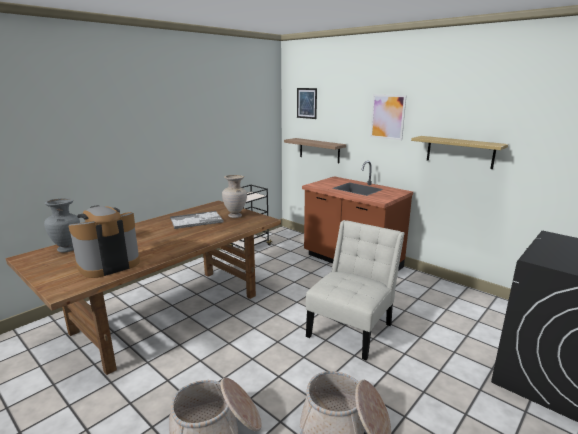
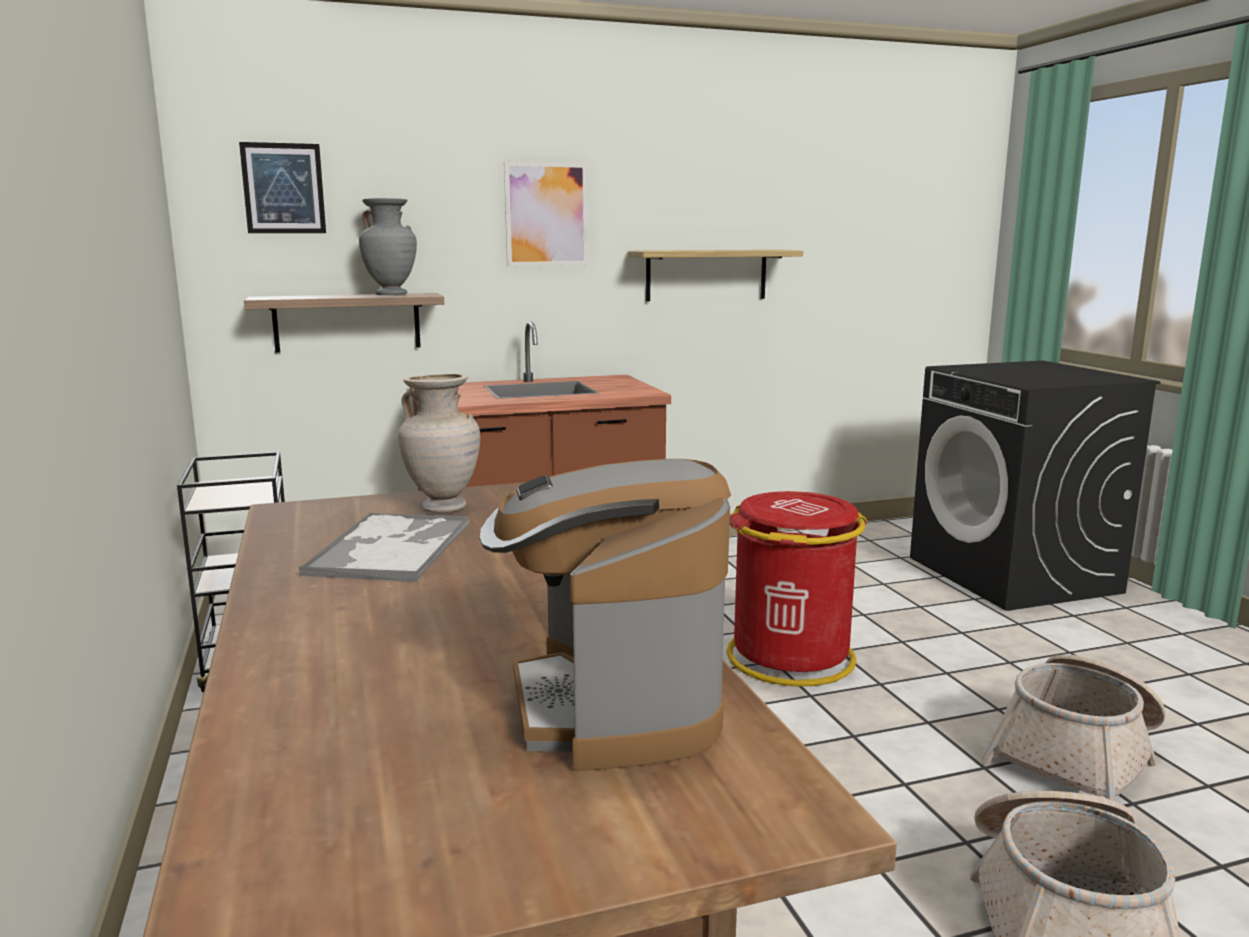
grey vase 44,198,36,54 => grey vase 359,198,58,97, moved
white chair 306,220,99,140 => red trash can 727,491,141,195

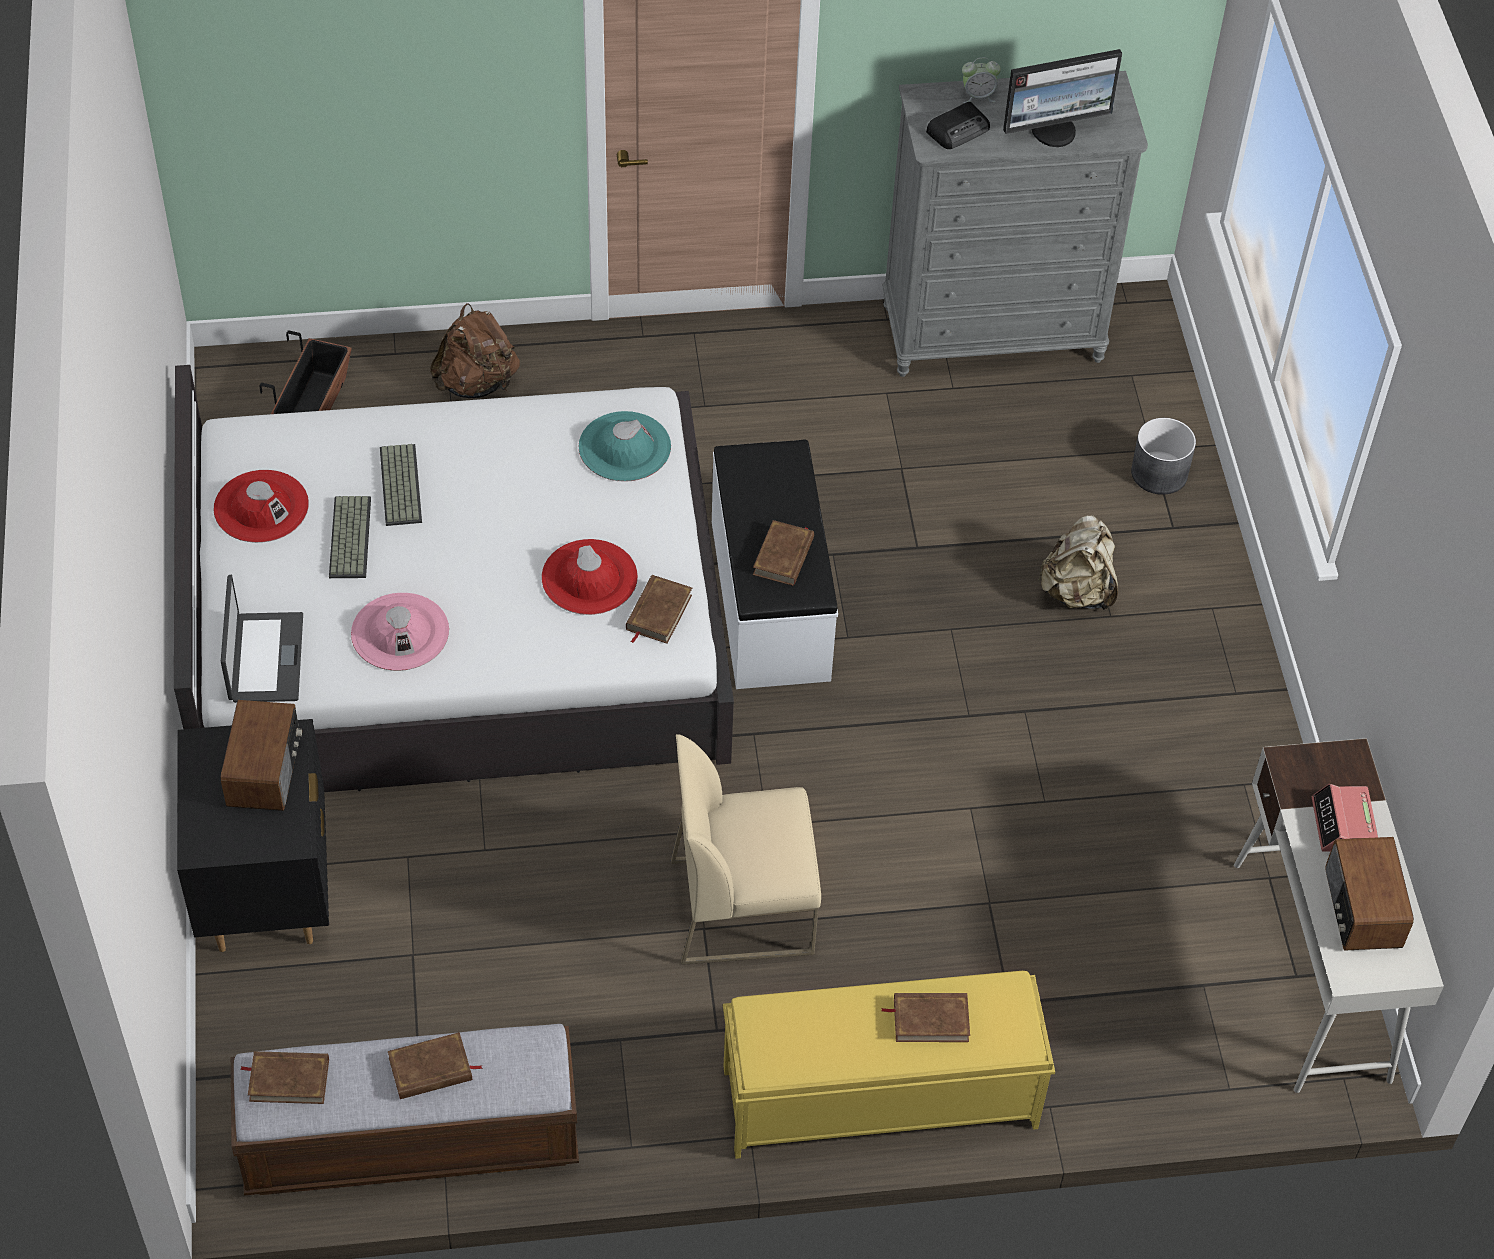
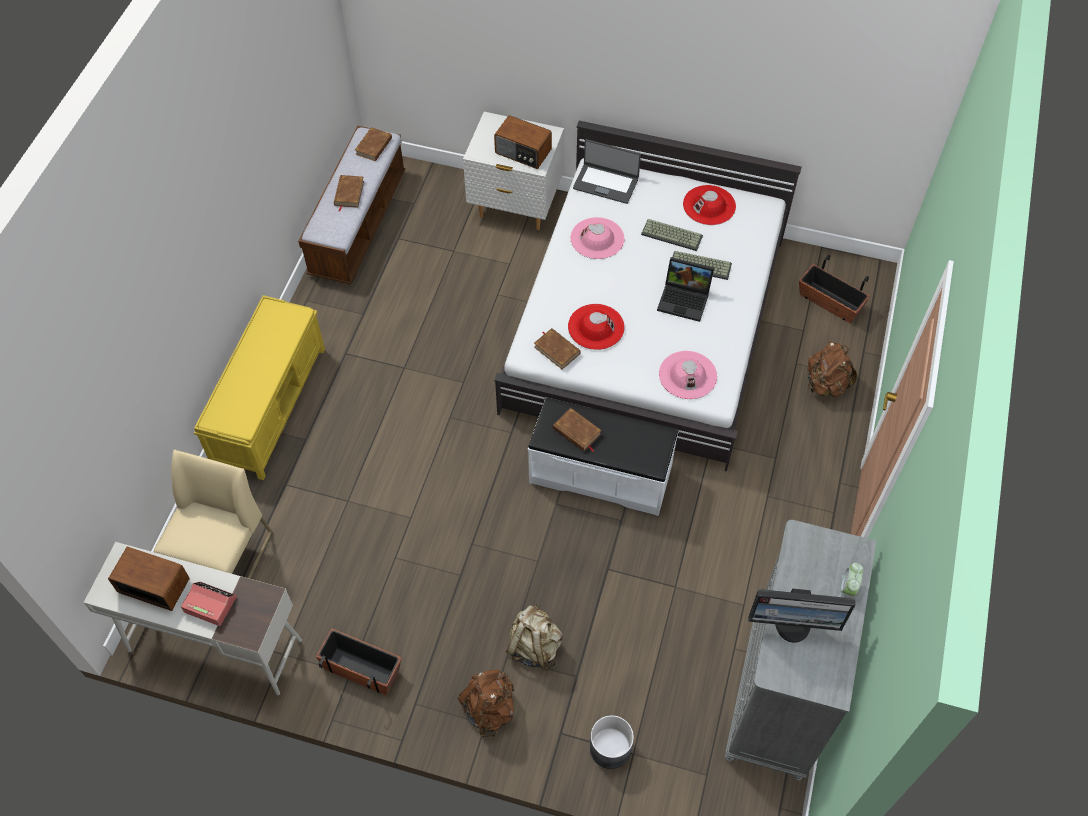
monitor 1003,49,119,98 => monitor 748,588,107,55, 90 degrees counterclockwise
radio 926,102,64,47 => nothing
turquoise hat 579,411,92,71 => pink hat 659,351,58,48
black nightstand 177,719,152,233 => white nightstand 463,112,101,118
beige chair 671,734,150,231 => beige chair 154,449,119,130, moved
brown book 881,993,89,49 => nothing
nothing => laptop 657,257,57,65
nothing => planter 316,628,86,68
nothing => brown backpack 458,669,56,69

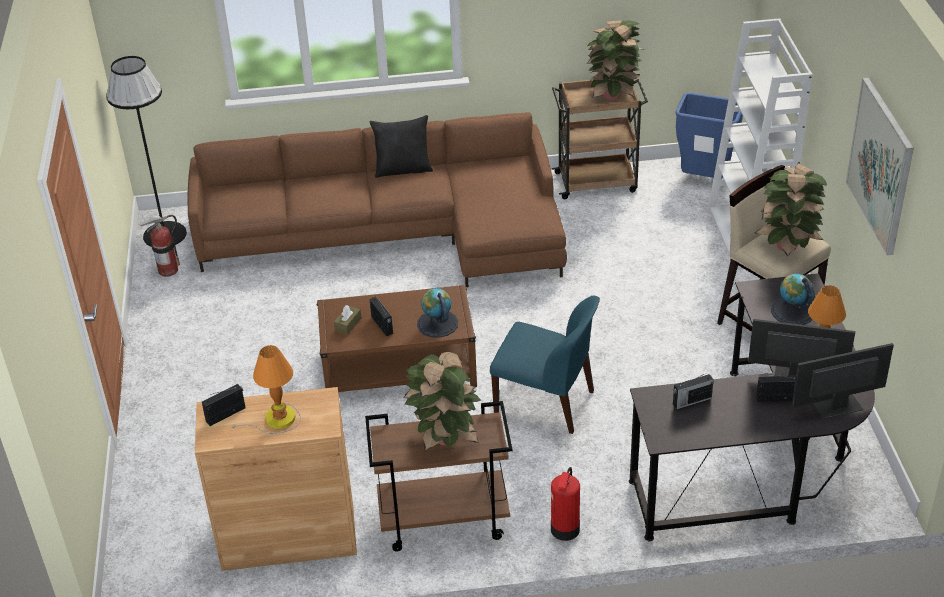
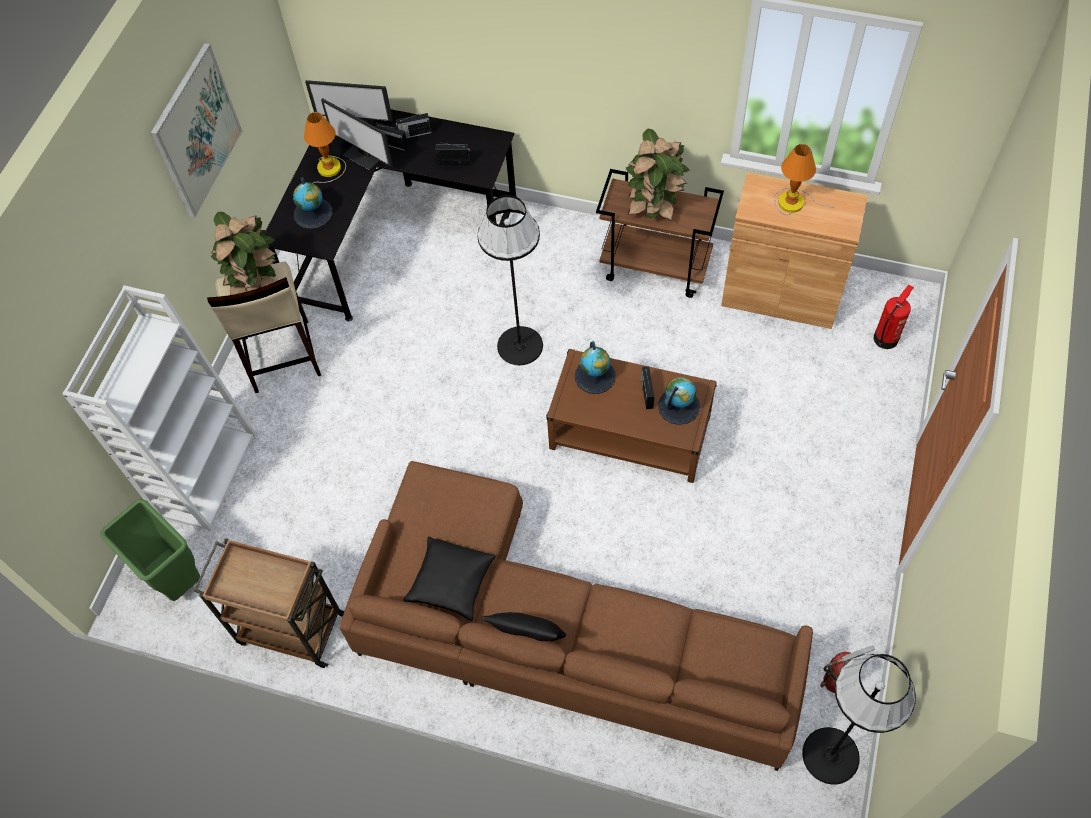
potted plant 586,20,59,80 => nothing
blue trash can 675,92,68,87 => green trash can 100,499,100,102
blue chair 490,296,110,138 => black floor lamp 477,195,66,170
brown tissue box 334,305,27,30 => globe 658,377,42,48
radio 202,384,44,42 => radio 396,113,36,25, moved
fire extinguisher 551,467,29,74 => fire extinguisher 874,284,40,65, moved
nothing => black pillow 403,537,92,84

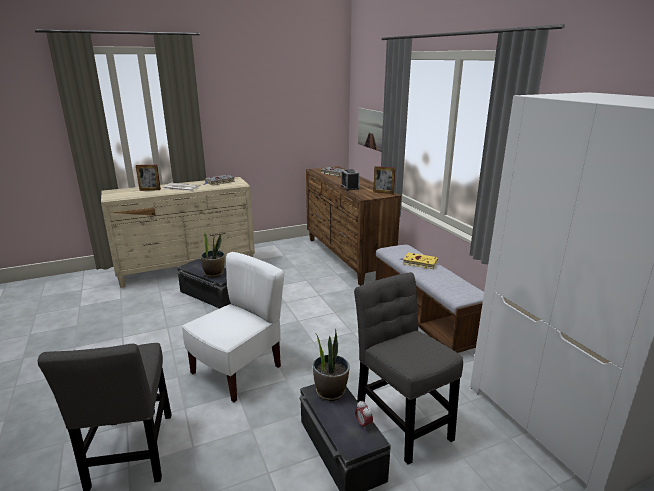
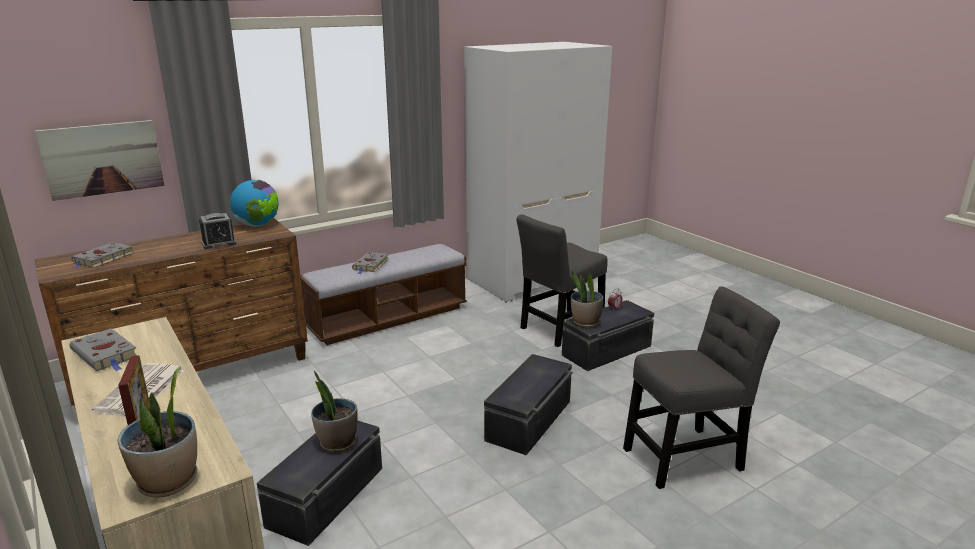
picture frame 373,166,22,28 => globe 230,180,49,47
white chair 182,252,102,150 => black storage box 484,354,88,101
yellow book 400,253,38,16 => grey book 352,252,37,22
nothing => potted plant 118,366,79,132

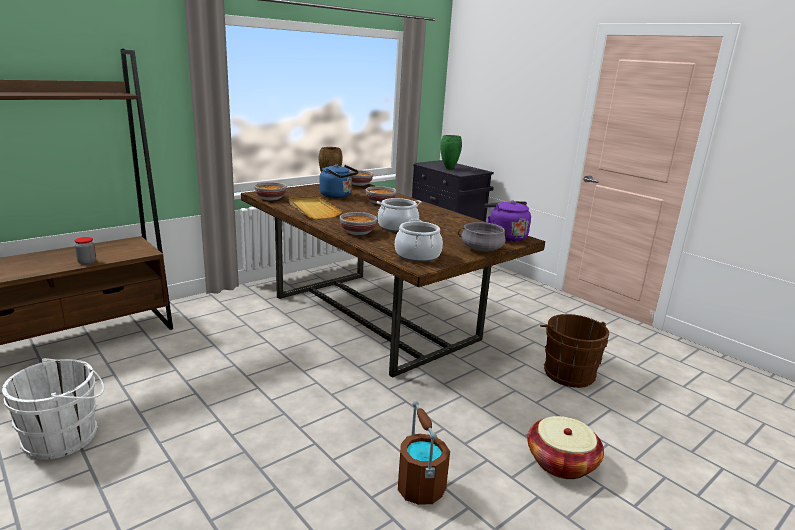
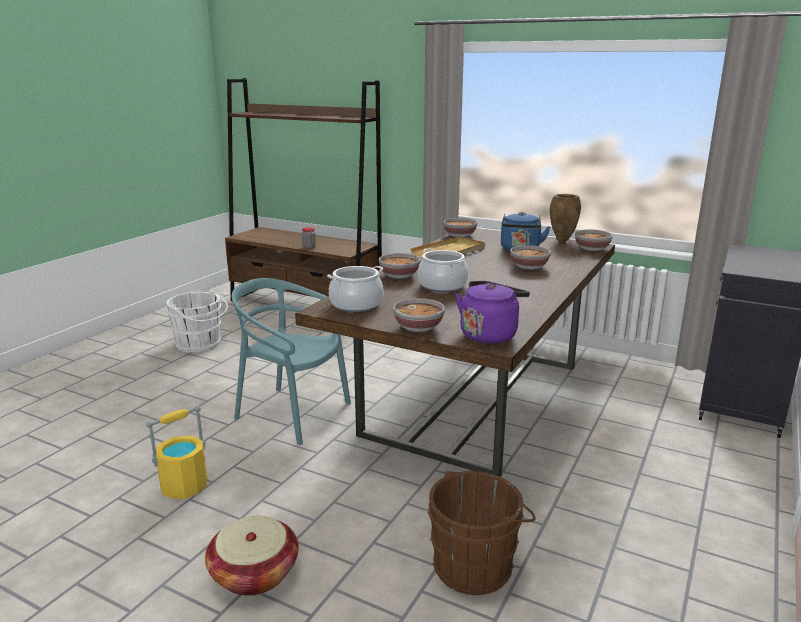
green vase 440,135,22,34 => nothing
grey cooking pot 458,222,50,29 => bowl 393,298,52,34
brown bucket 398,401,52,104 => yellow bucket 146,406,61,93
nothing => turquoise chair 232,278,119,167

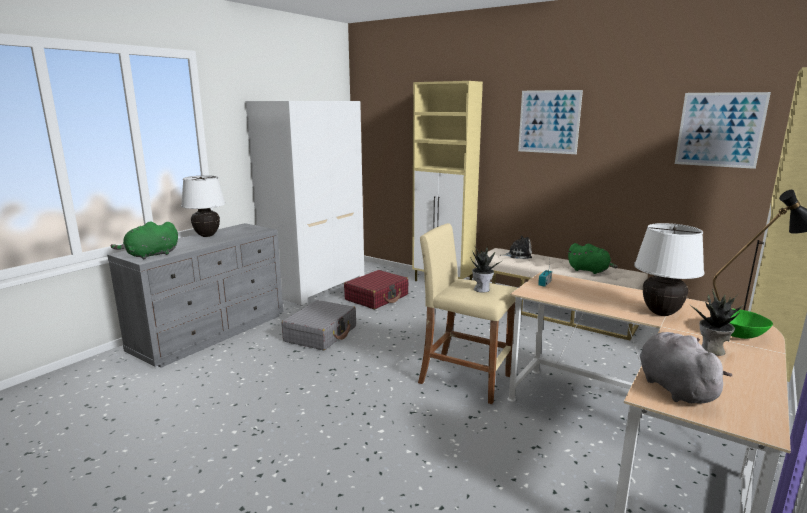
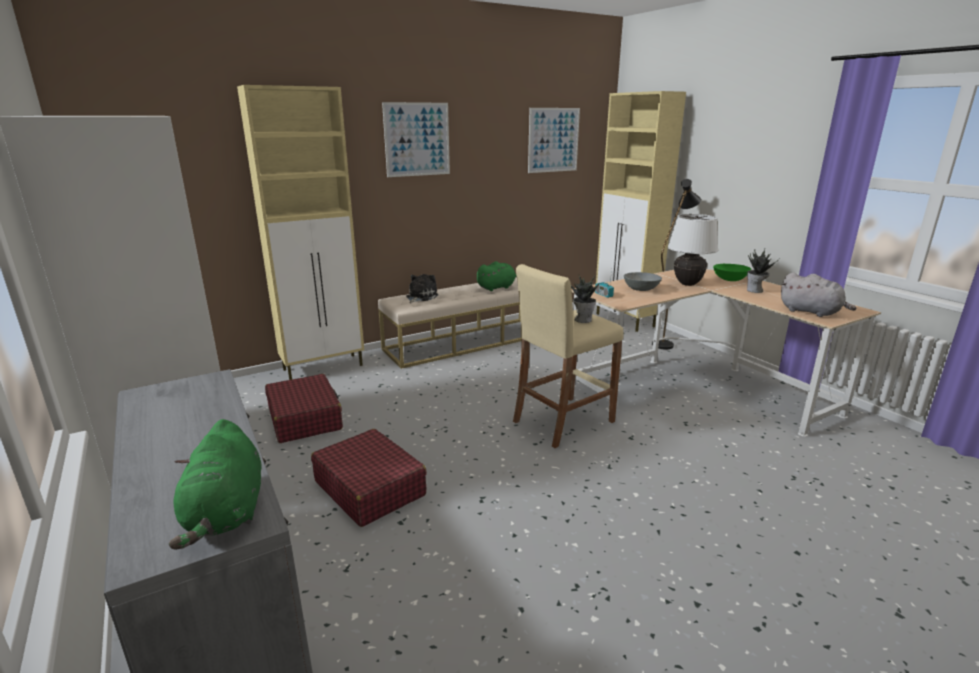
white table lamp 181,175,45,62 => nothing
grey suitcase 282,300,74,51 => red suitcase 311,429,116,98
grey plush toy 640,332,92,72 => grey plush toy 781,272,75,45, 150 degrees counterclockwise
nothing => grey bowl 624,272,38,19

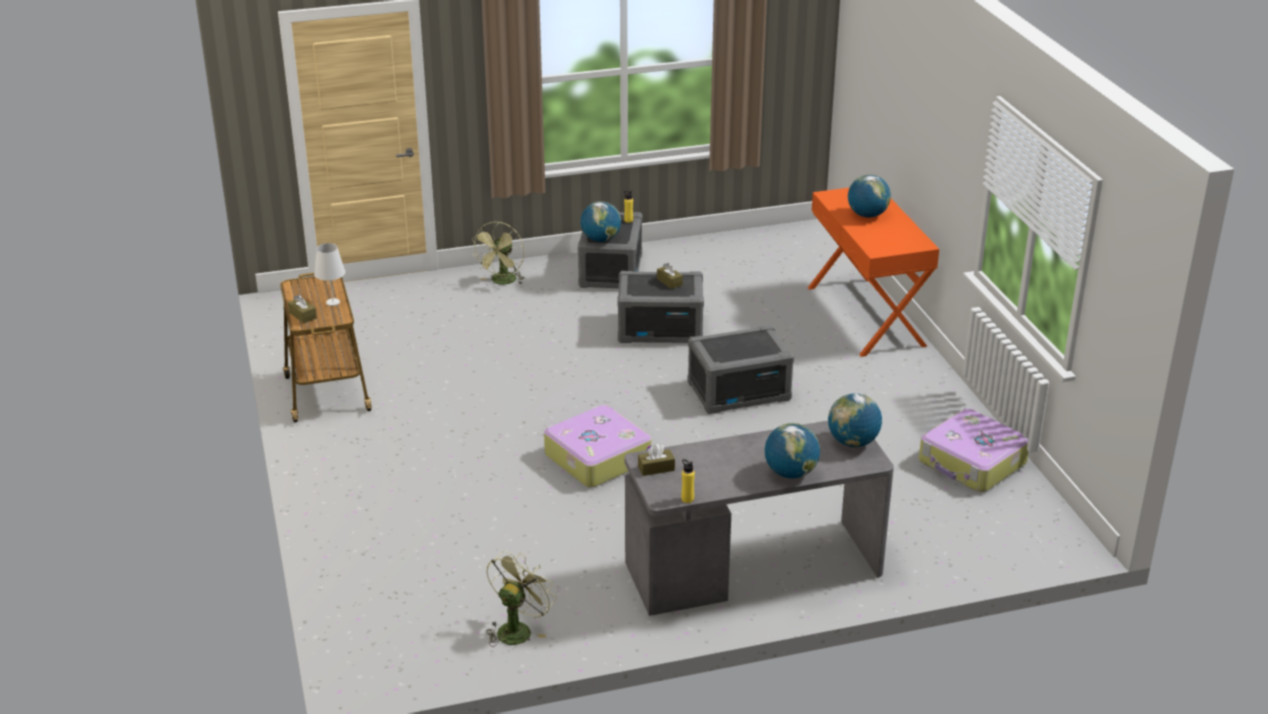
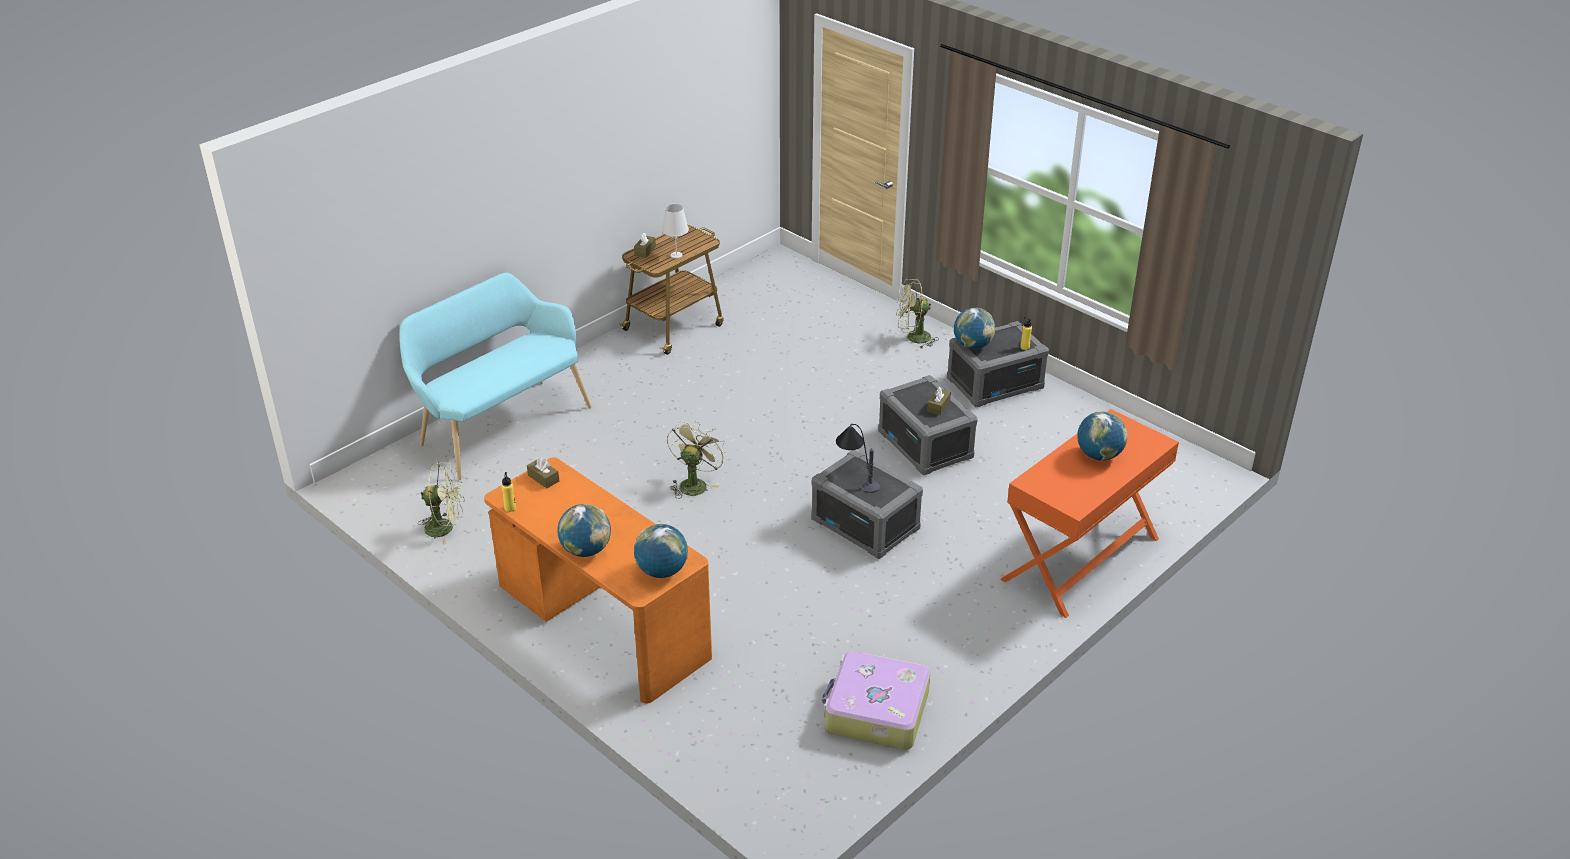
suitcase 544,405,108,83 => green fan 667,421,60,78
grey desk 624,421,270,195 => orange desk 484,457,228,247
nothing => turquoise bench 399,273,193,207
nothing => table lamp 836,424,44,69

